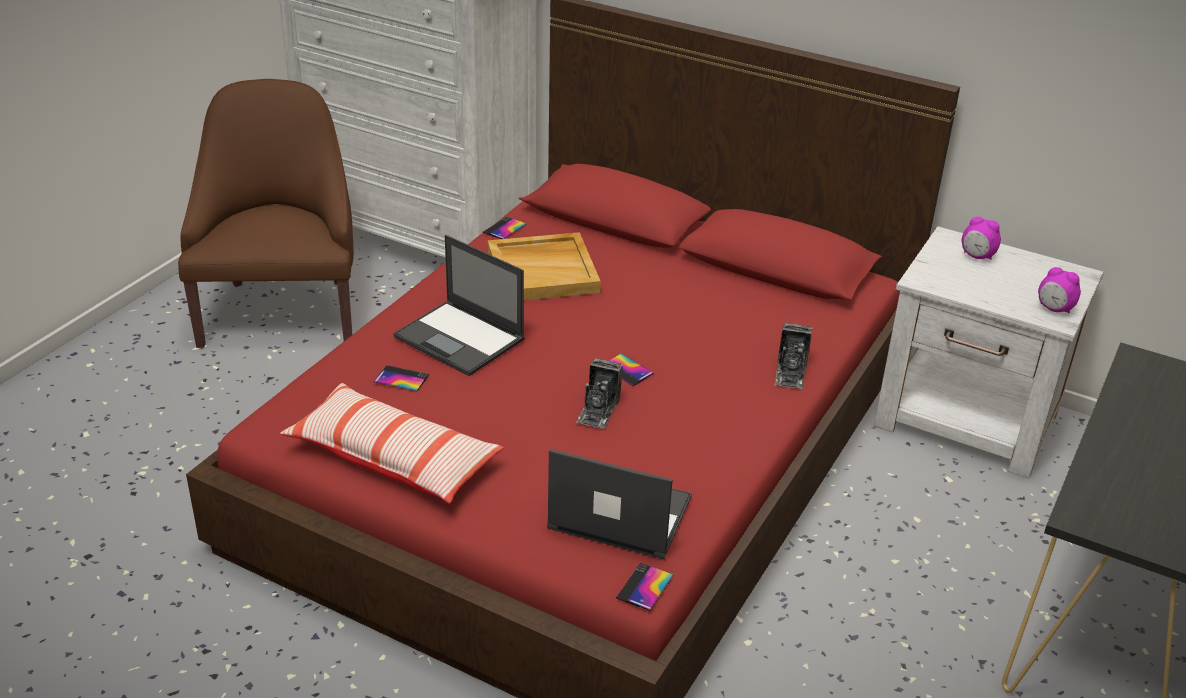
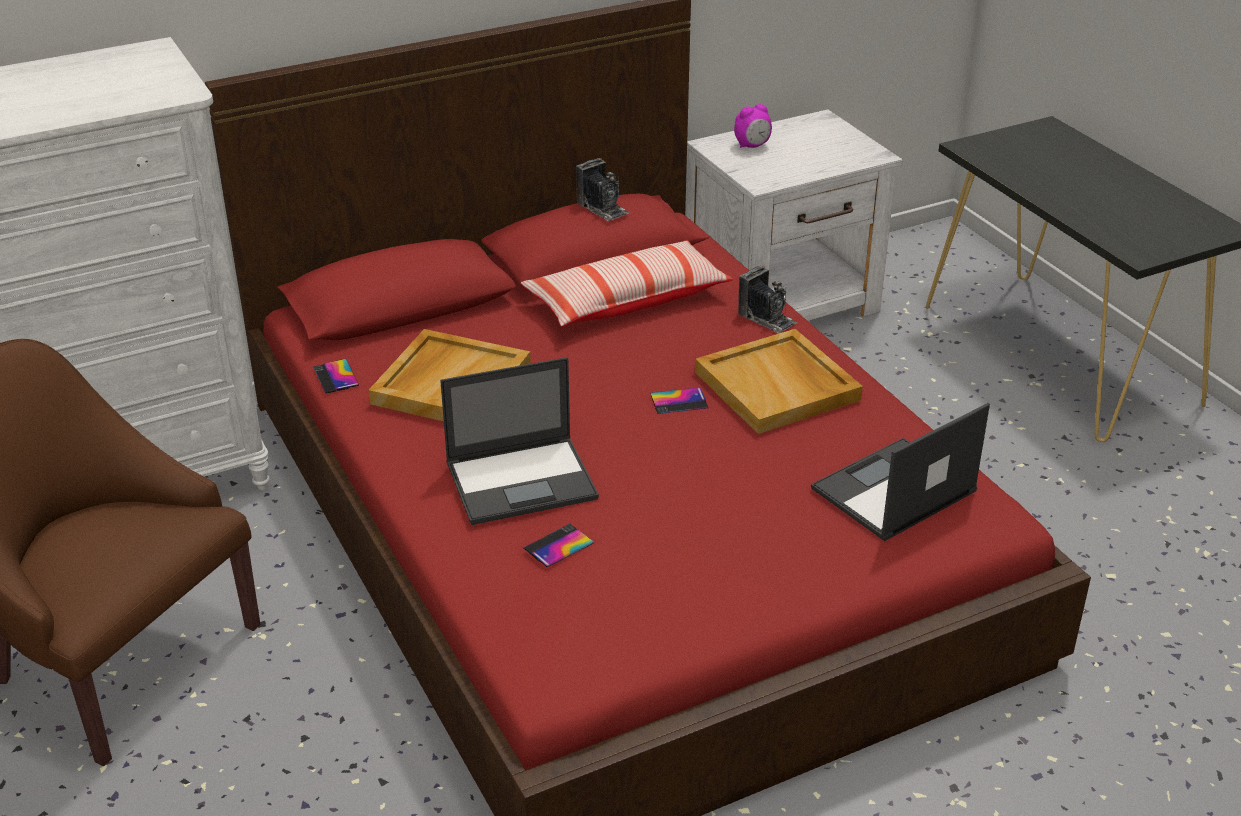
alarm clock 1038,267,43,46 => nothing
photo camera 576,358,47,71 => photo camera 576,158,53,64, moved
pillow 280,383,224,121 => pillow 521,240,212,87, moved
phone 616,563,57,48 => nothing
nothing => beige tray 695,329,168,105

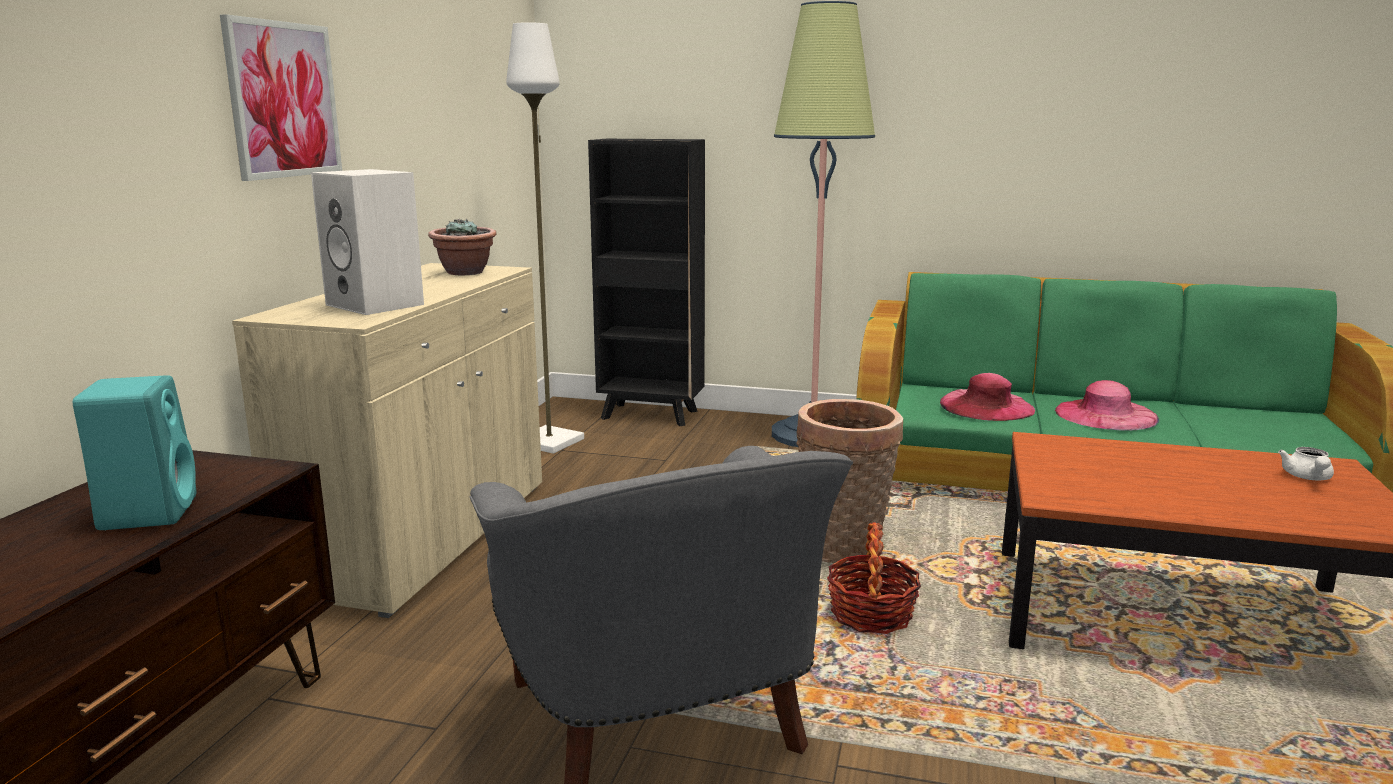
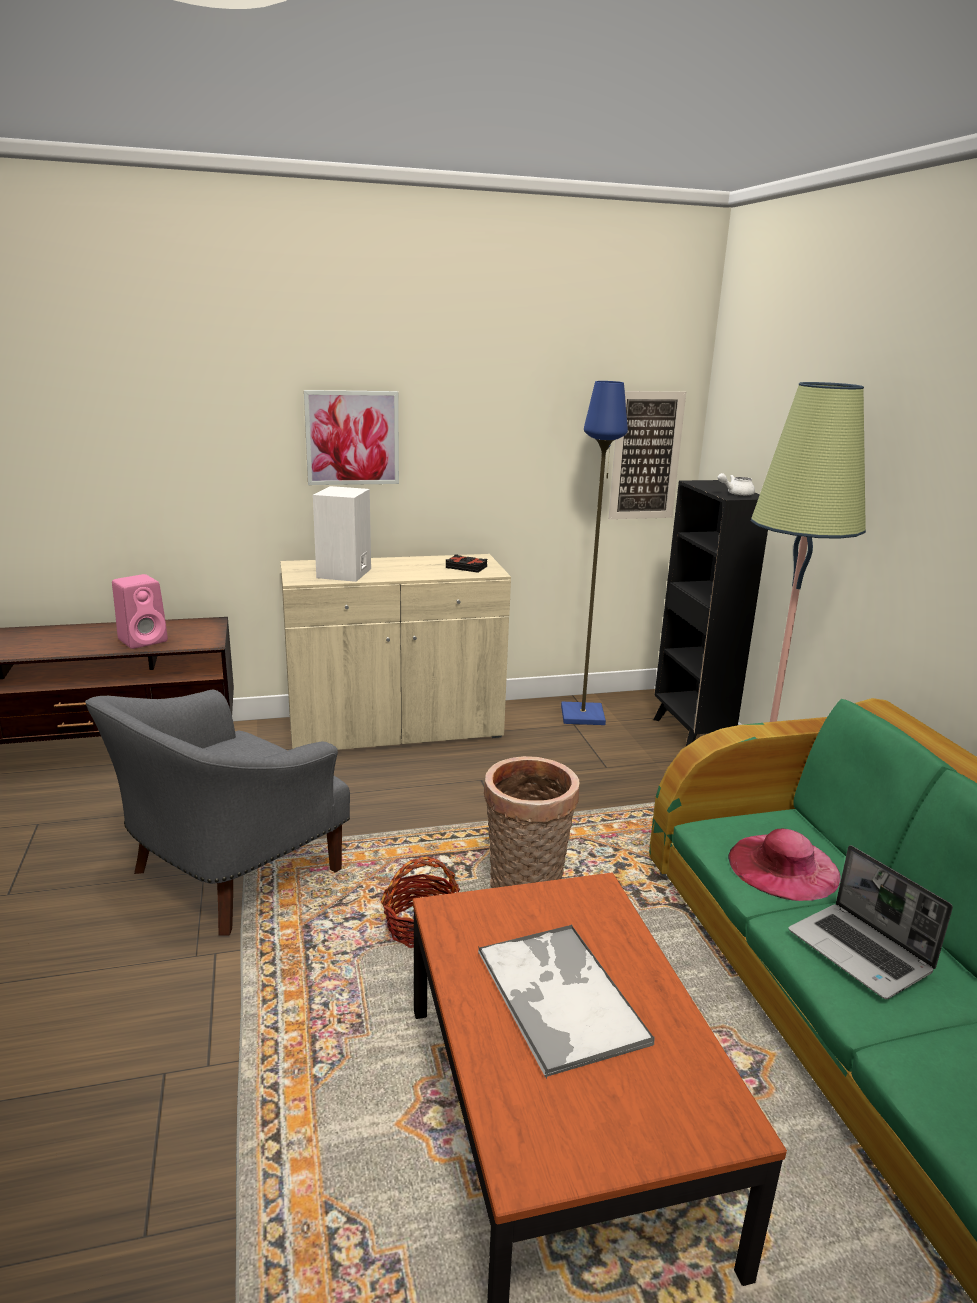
white floor lamp 506,22,78,432 => blue floor lamp 561,381,67,344
potted plant 428,219,69,56 => black book 446,554,41,19
turquoise speaker 73,375,123,155 => pink speaker 112,574,56,75
pink hat 1055,380,104,51 => laptop 788,845,165,154
white teapot 1278,447,56,34 => white teapot 718,473,37,23, moved
nothing => picture 609,391,77,128
nothing => tray 478,925,177,154

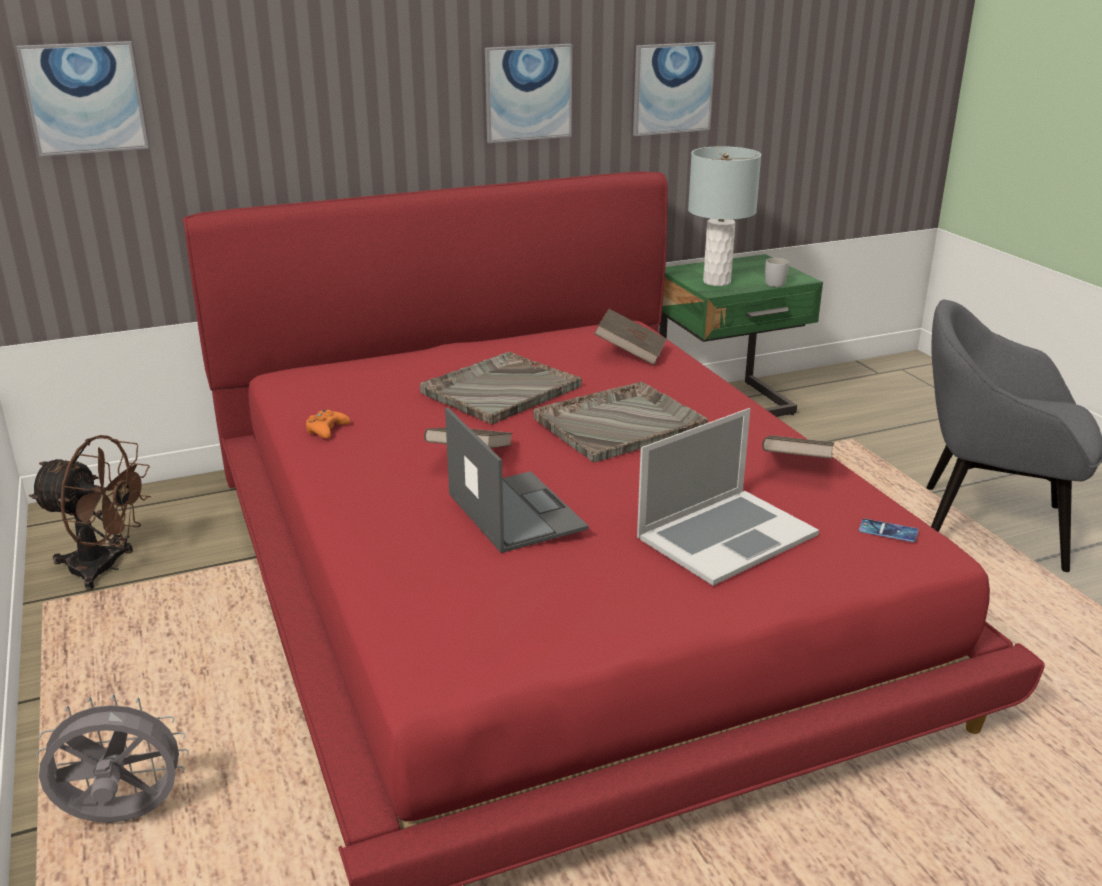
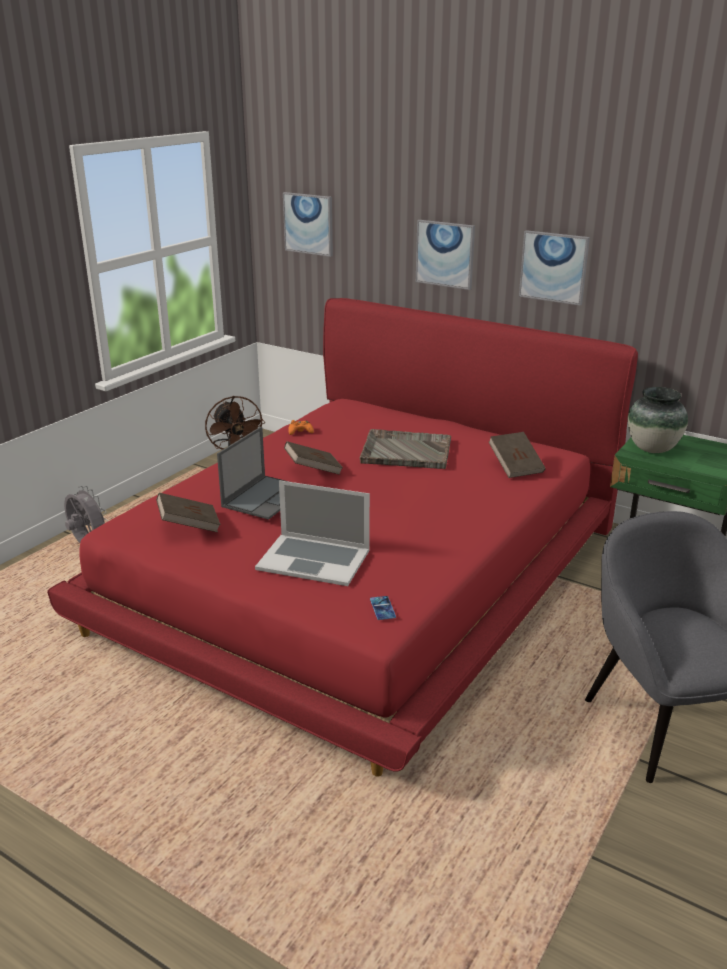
picture 633,42,83,94 => picture 416,220,59,70, moved
grey table lamp 688,146,73,140 => vase 628,387,60,66
white mug 765,258,24,29 => nothing
grey tray 533,381,175,81 => nothing
brown book 762,435,72,24 => brown book 156,493,65,39, moved

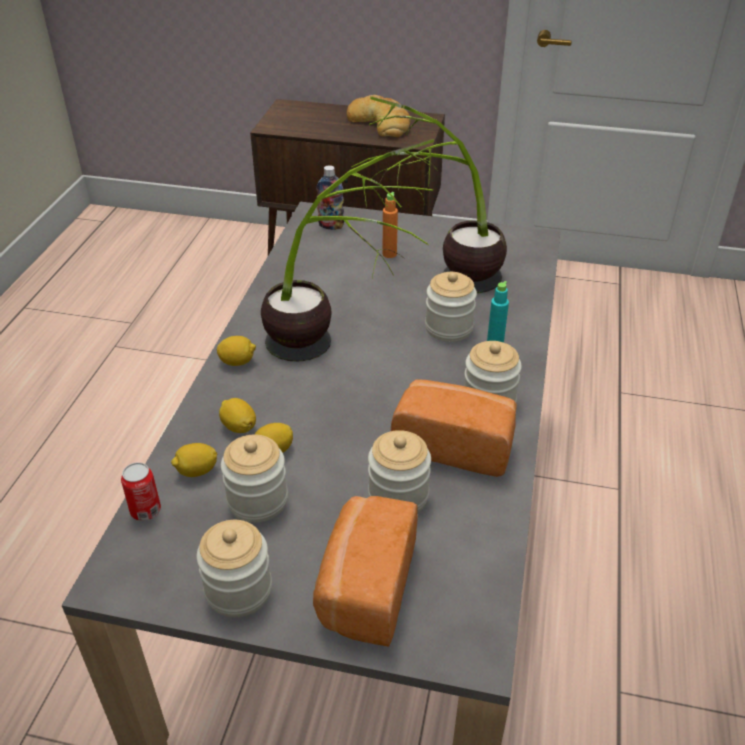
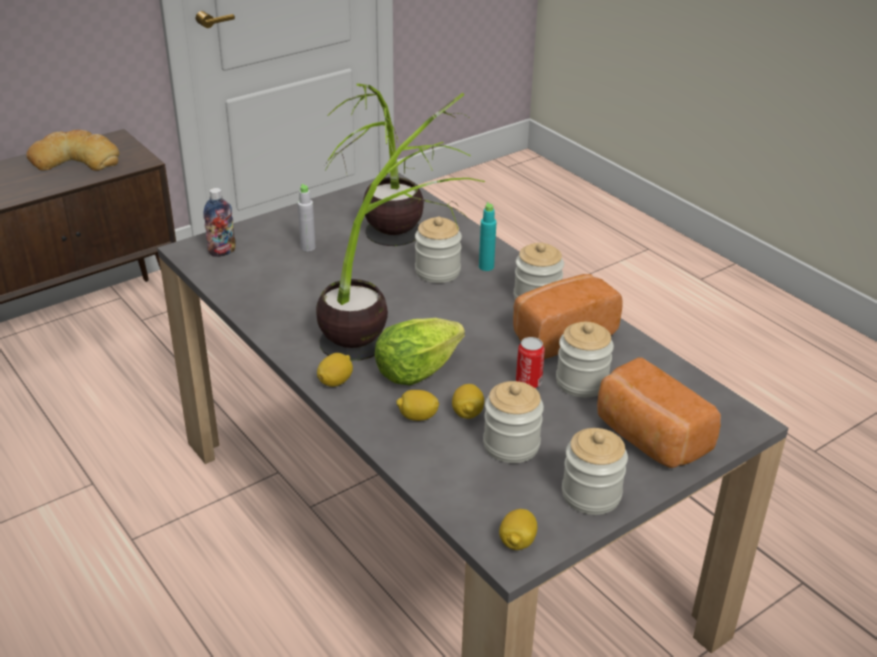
orange bottle 382,192,16,66 => grey bottle 298,184,18,67
lemon 171,443,46,34 => lemon 499,509,38,41, moved
can 121,462,40,59 => can 516,337,29,51, moved
nothing => lettuce 375,318,90,67

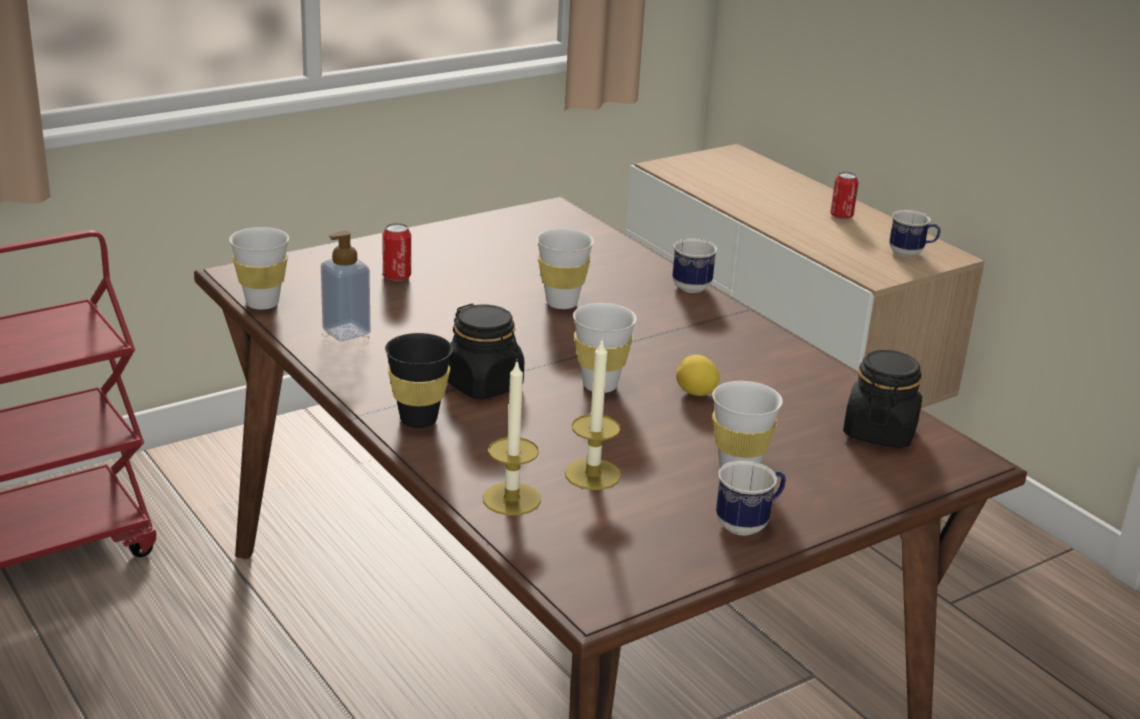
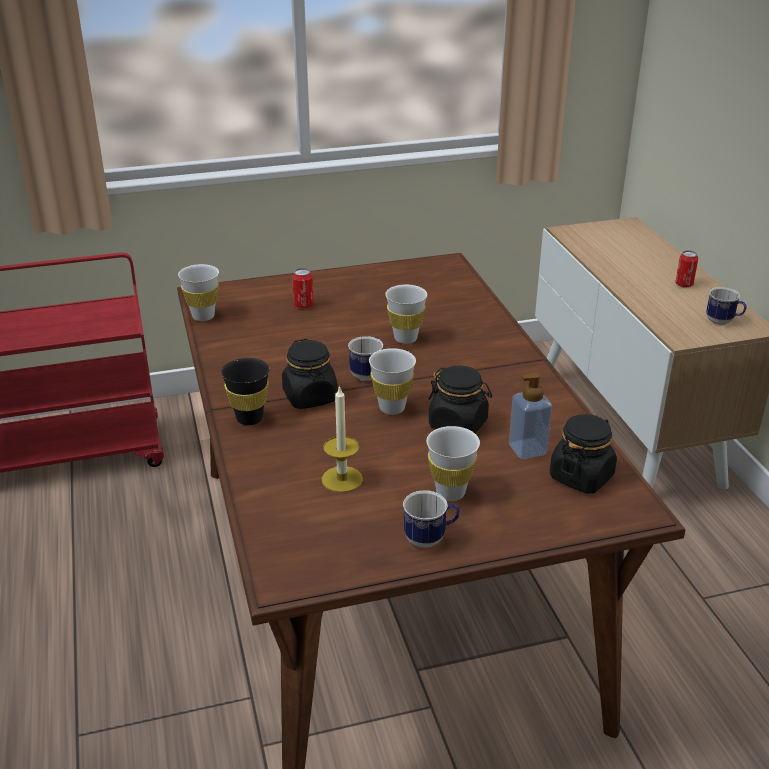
soap dispenser 321,231,49,110 => soap dispenser 509,373,43,86, moved
mug 672,238,45,55 => mug 348,336,35,45, moved
lemon 676,355,44,41 => black jar 428,365,64,68
candle 483,362,58,153 => nothing

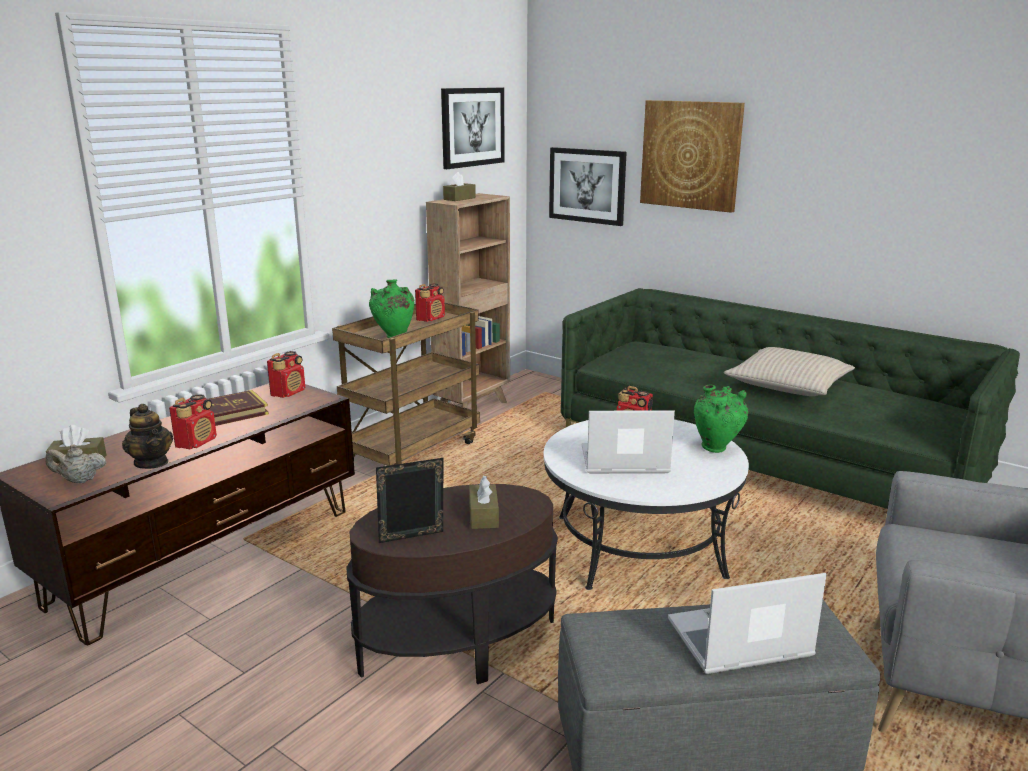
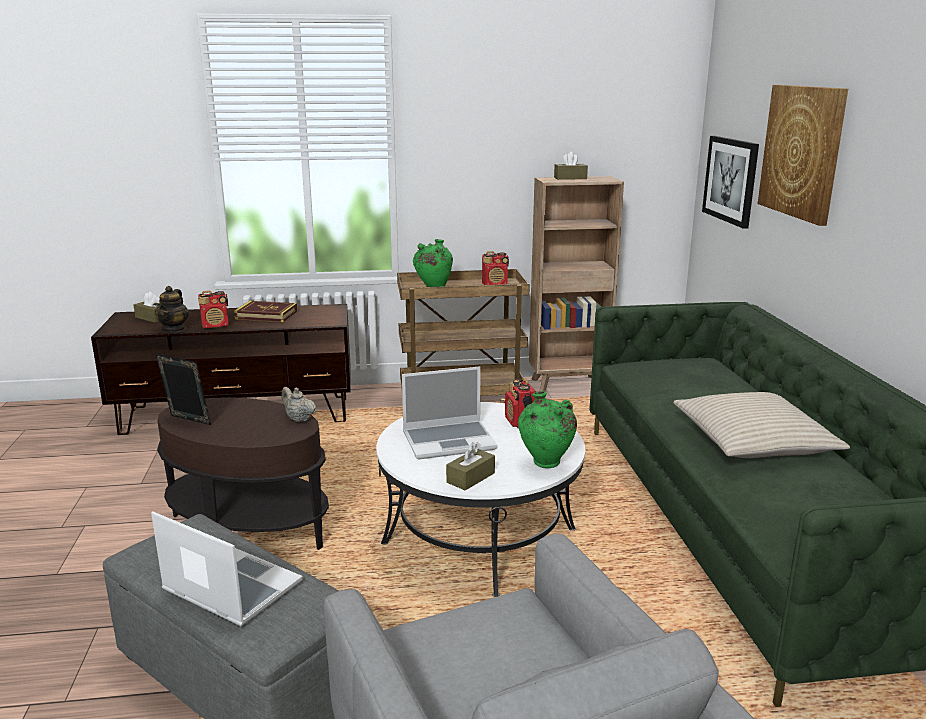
picture 441,88,64,81 => nothing
radio 267,351,38,47 => nothing
laptop 582,410,93,64 => laptop 402,366,96,93, 120 degrees clockwise
beige teapot 46,444,61,39 => beige teapot 282,387,34,35, moved
brown tissue box 469,476,30,53 => brown tissue box 446,442,49,49, moved

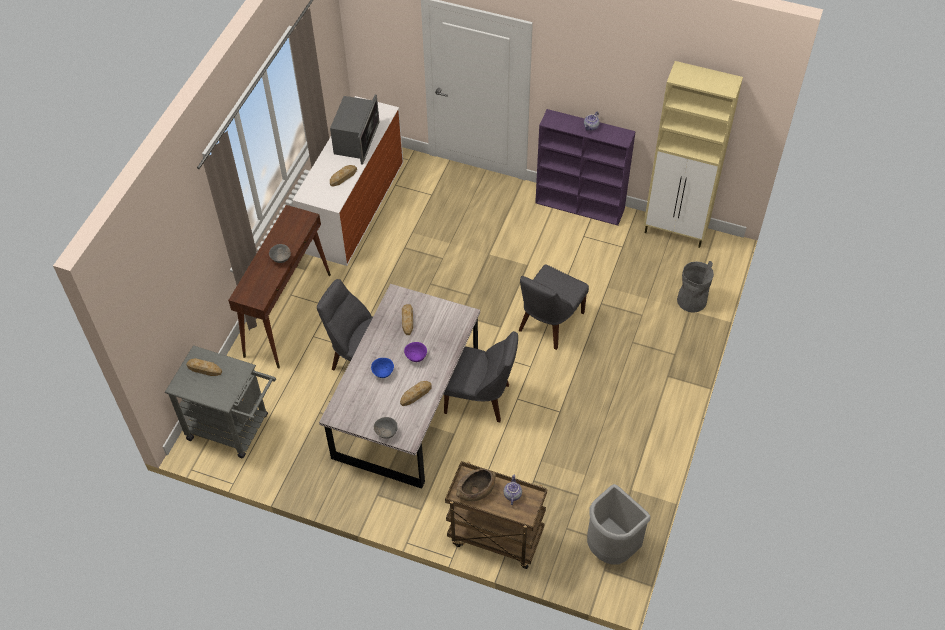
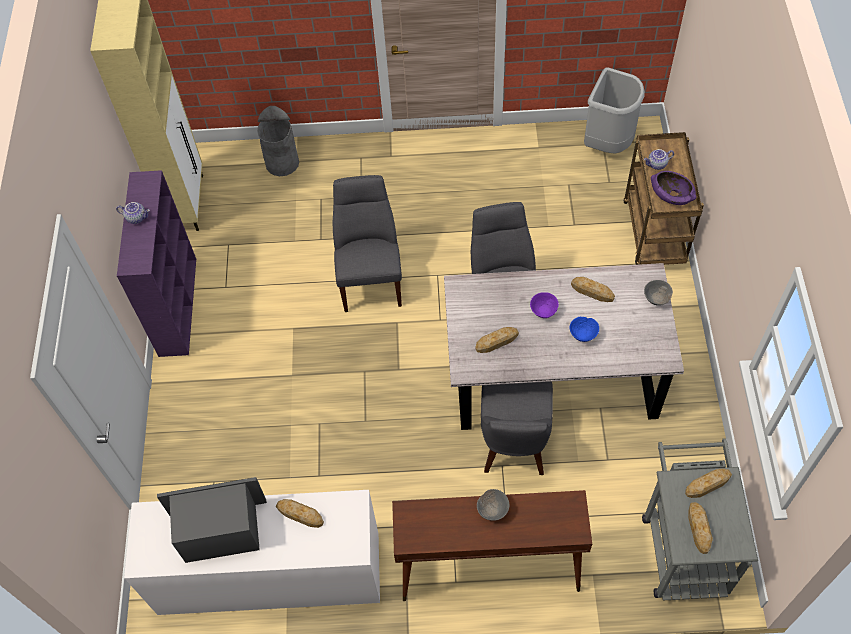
grey chair 518,264,71,86 => grey chair 333,175,69,137, 105 degrees counterclockwise
brown bowl 456,468,40,33 => purple bowl 651,171,45,34
nothing => bread 685,468,47,30

